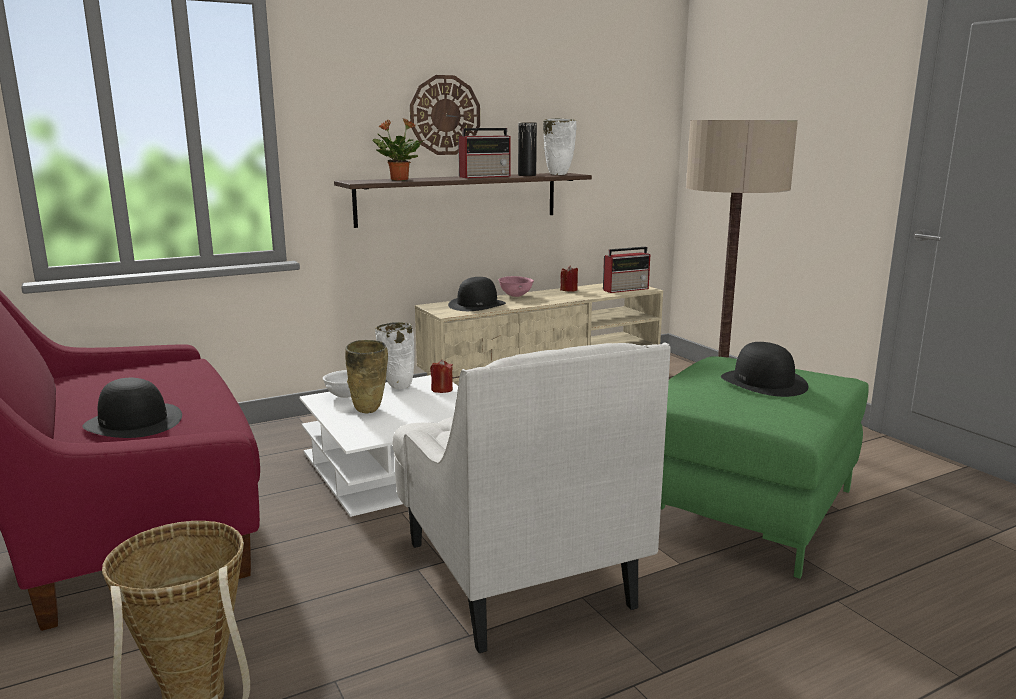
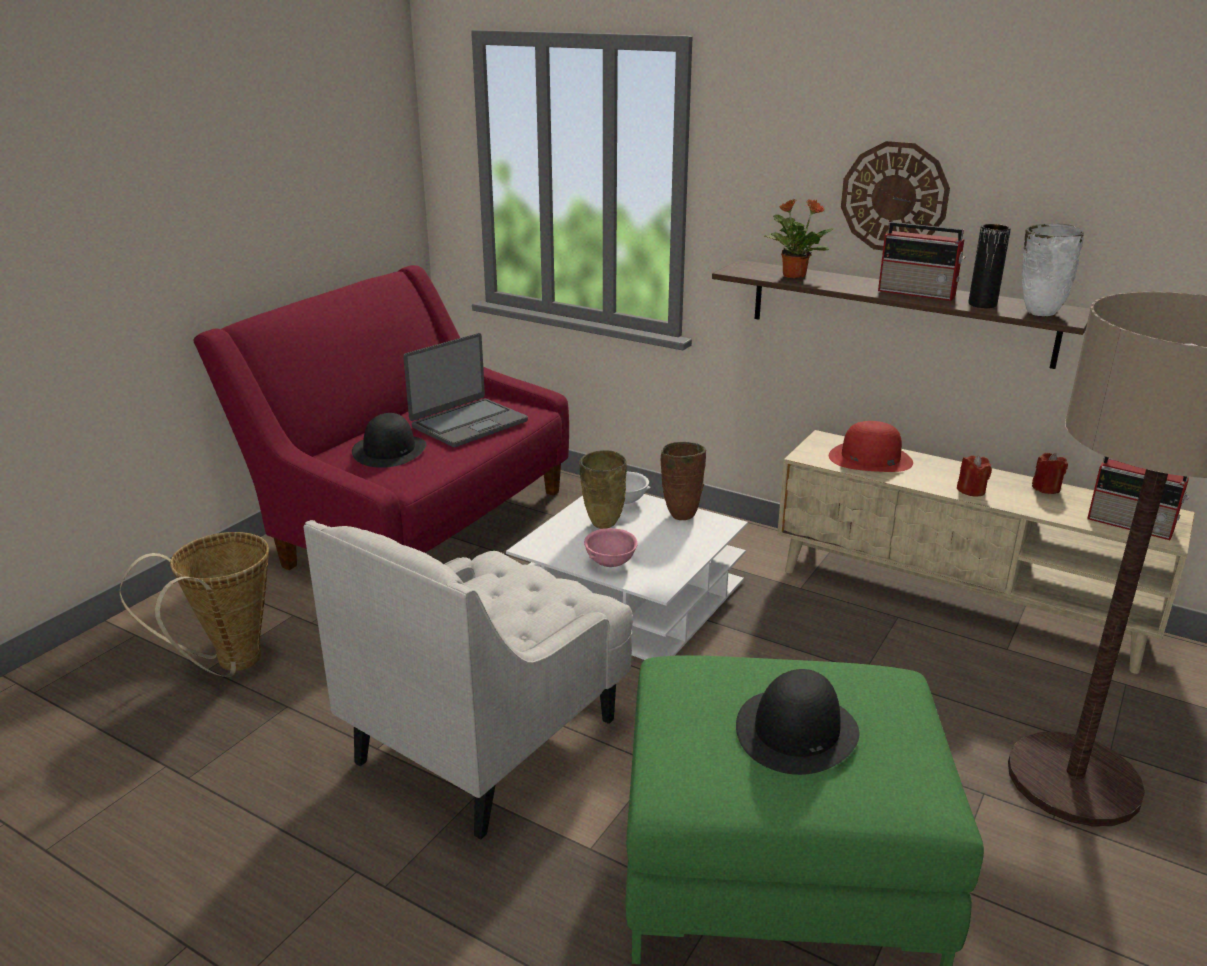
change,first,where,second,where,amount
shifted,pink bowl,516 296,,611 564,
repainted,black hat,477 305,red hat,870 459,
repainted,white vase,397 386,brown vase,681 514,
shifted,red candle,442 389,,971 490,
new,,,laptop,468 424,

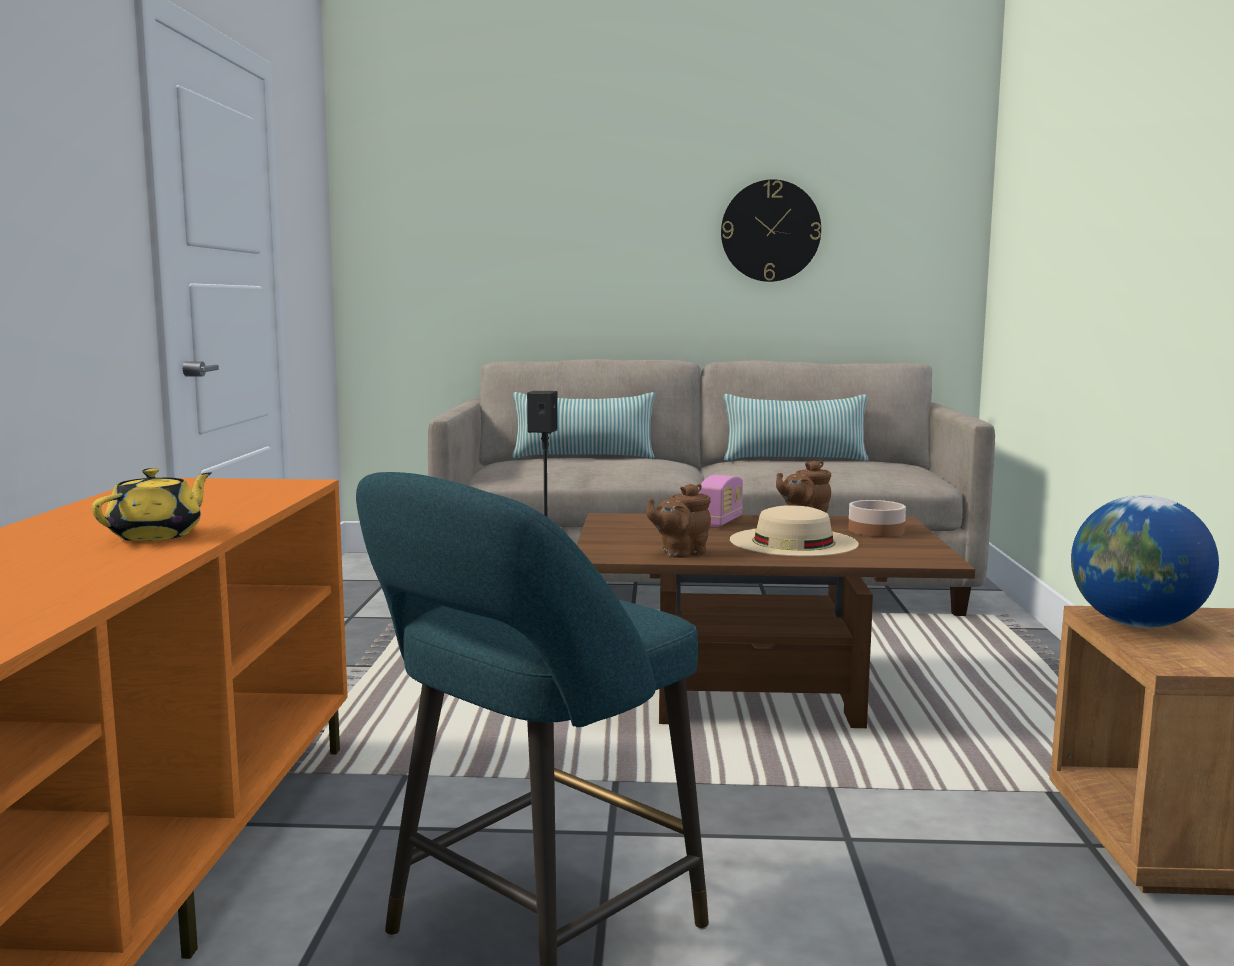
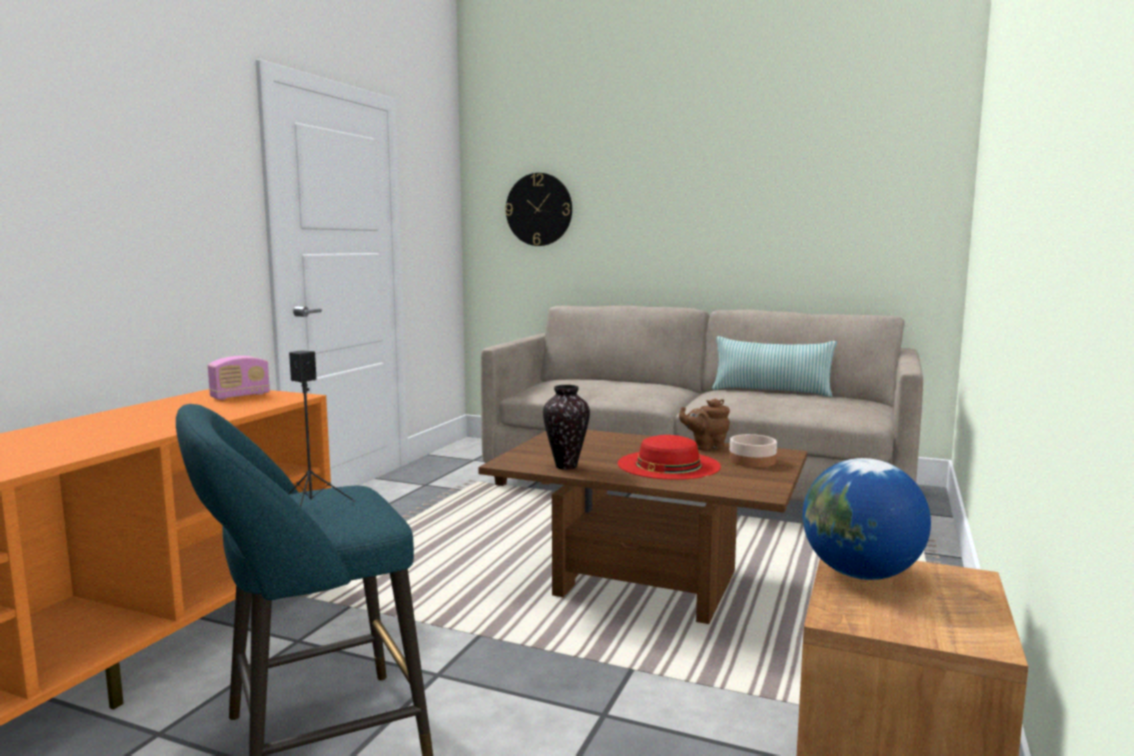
change,first,where,second,where,amount
shifted,wall clock,770 231,,539 209,
gone,pillow,583 457,,,
gone,yellow teapot,157 535,,,
shifted,radio,720 522,,240 396,
swapped,brown teapot,680 553,vase,567 466,
repainted,beige hat,793 542,red hat,668 465,

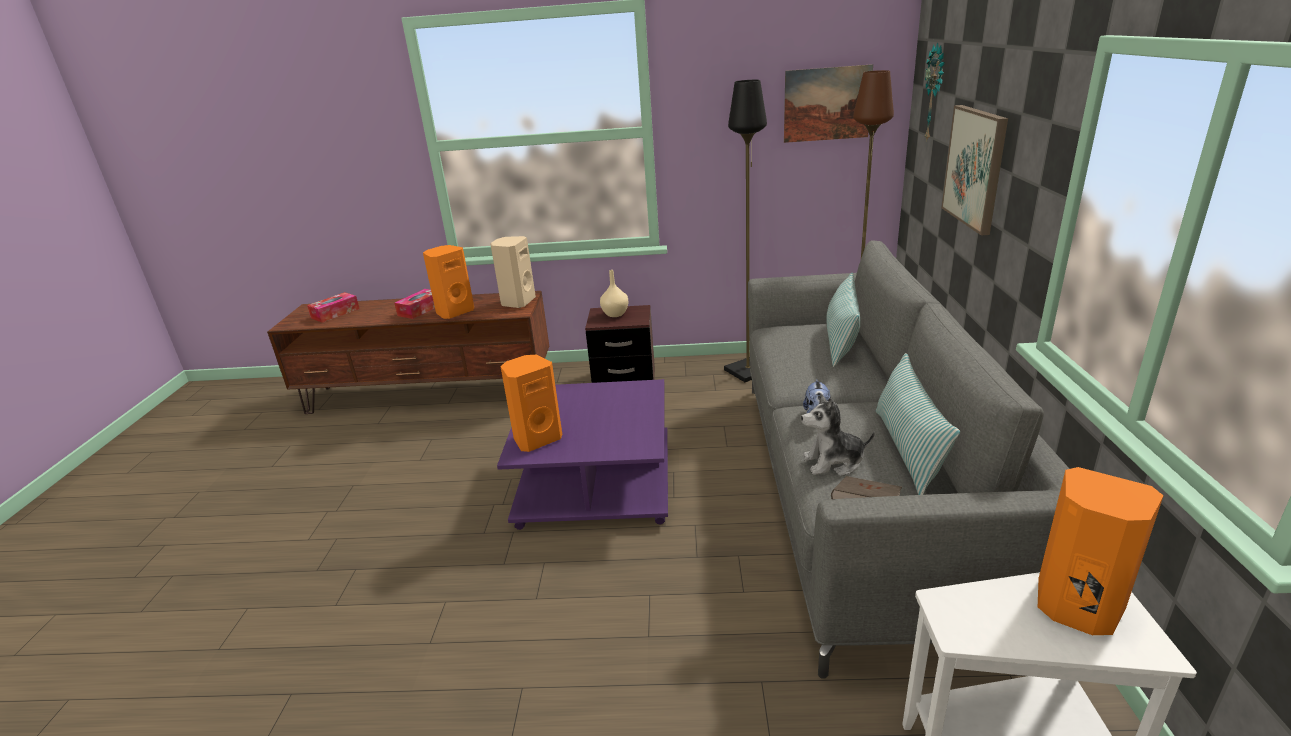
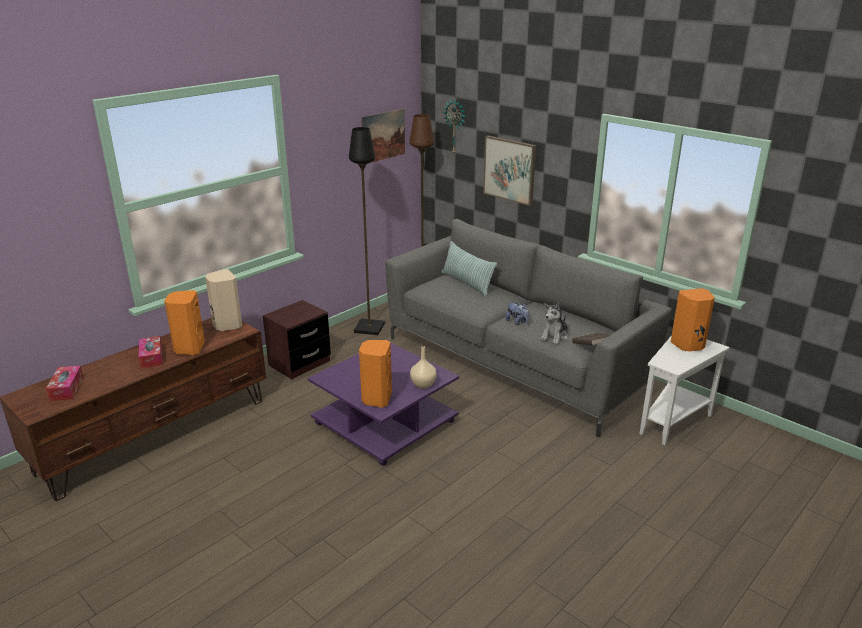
change,first,where,second,where,amount
shifted,beige vase,615 314,,423 384,
gone,pillow,908 450,,,

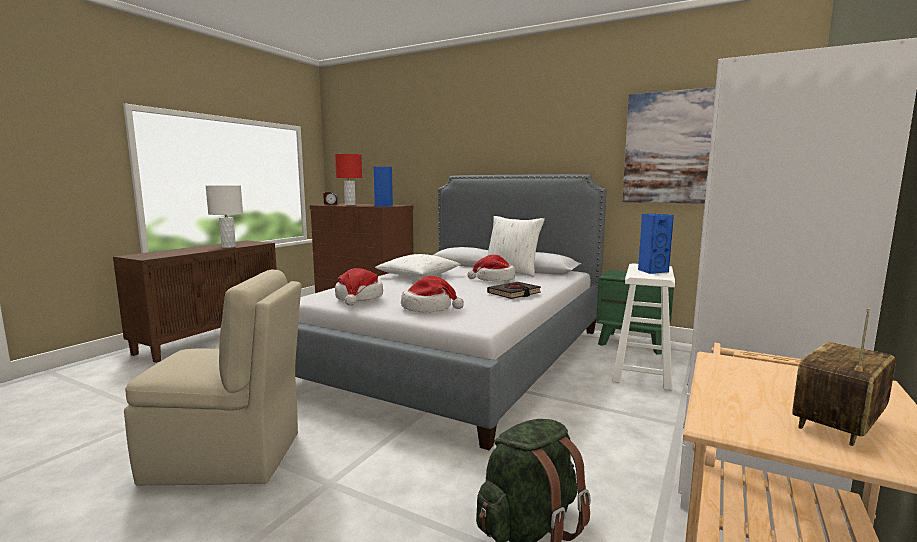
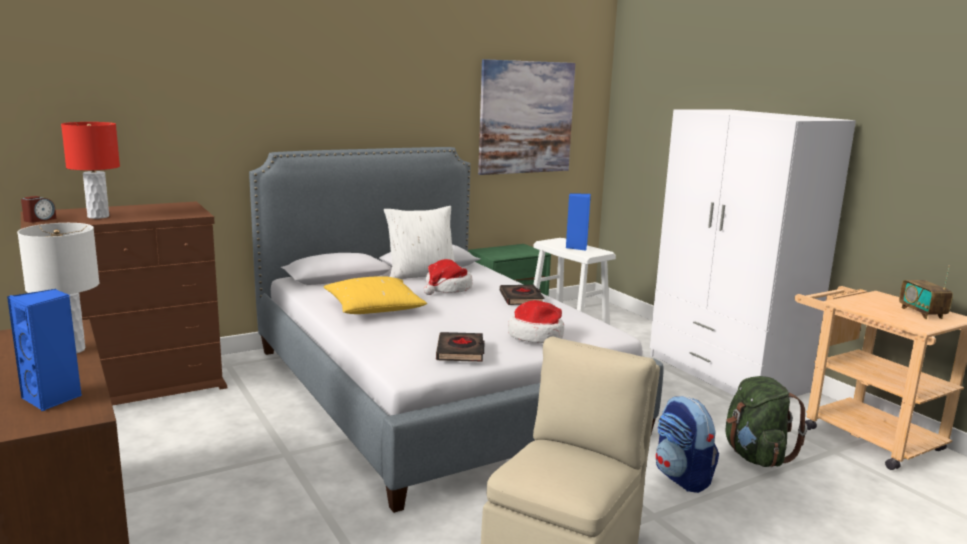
change,first,where,second,where,amount
shifted,blue speaker,384 206,,53 398,
repainted,white pillow,418 276,yellow pillow,374 308,
swapped,hat,359 298,black book,460 351,
new,,,backpack,682 477,

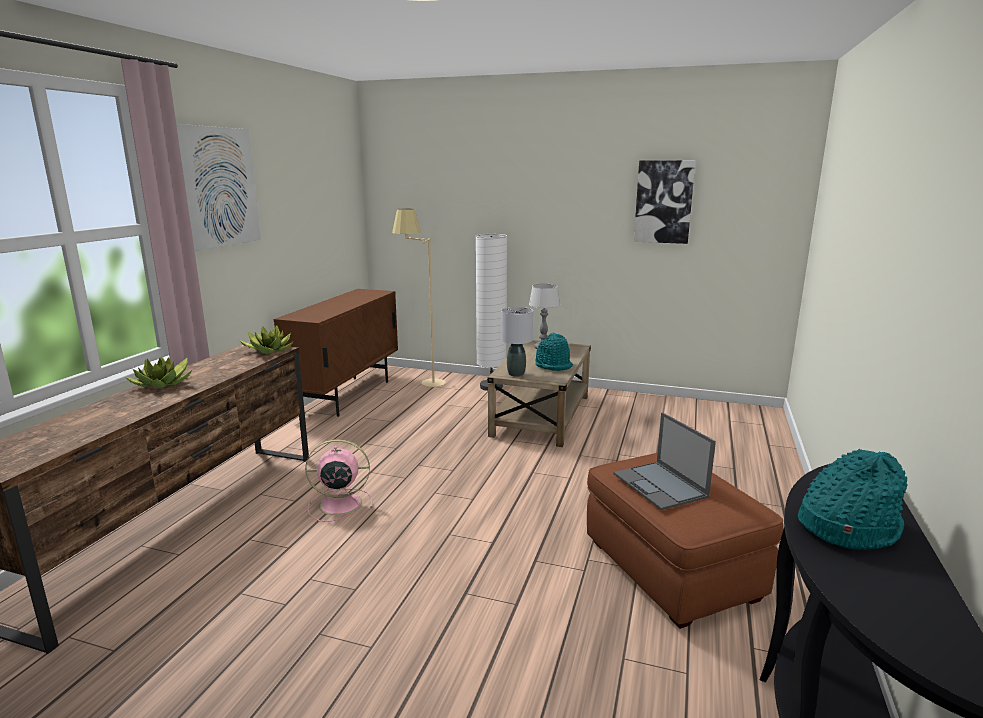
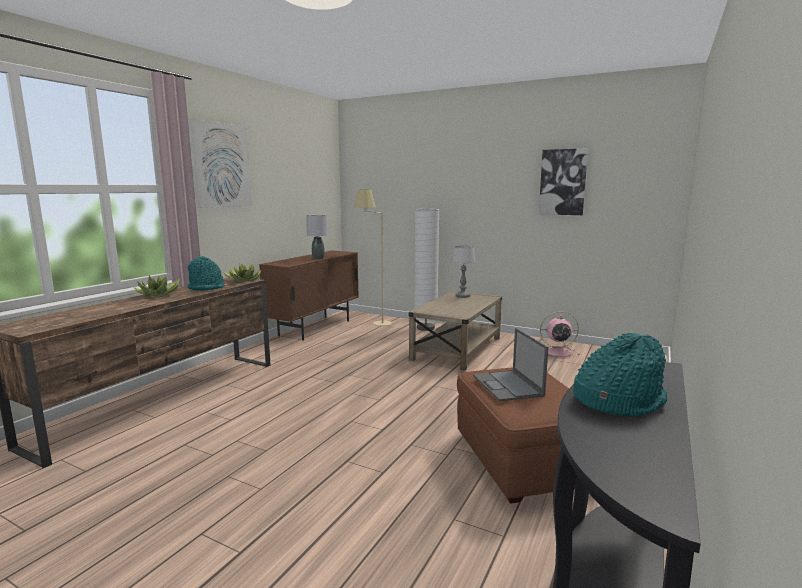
change,first,where,second,where,amount
shifted,grey table lamp,516 374,,318 258,
shifted,turquoise hat,553 365,,207 287,
shifted,pink fan,338 504,,556 352,

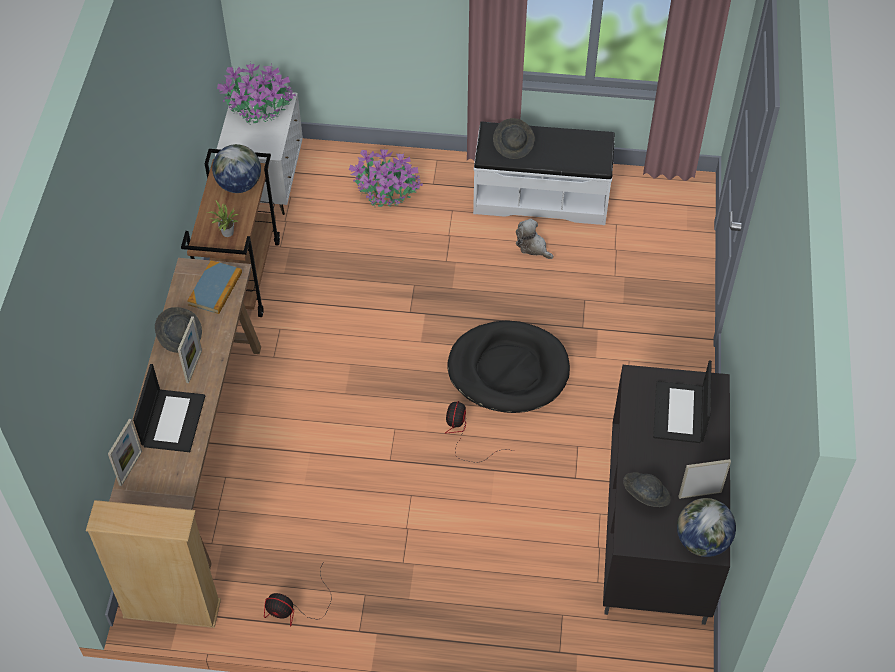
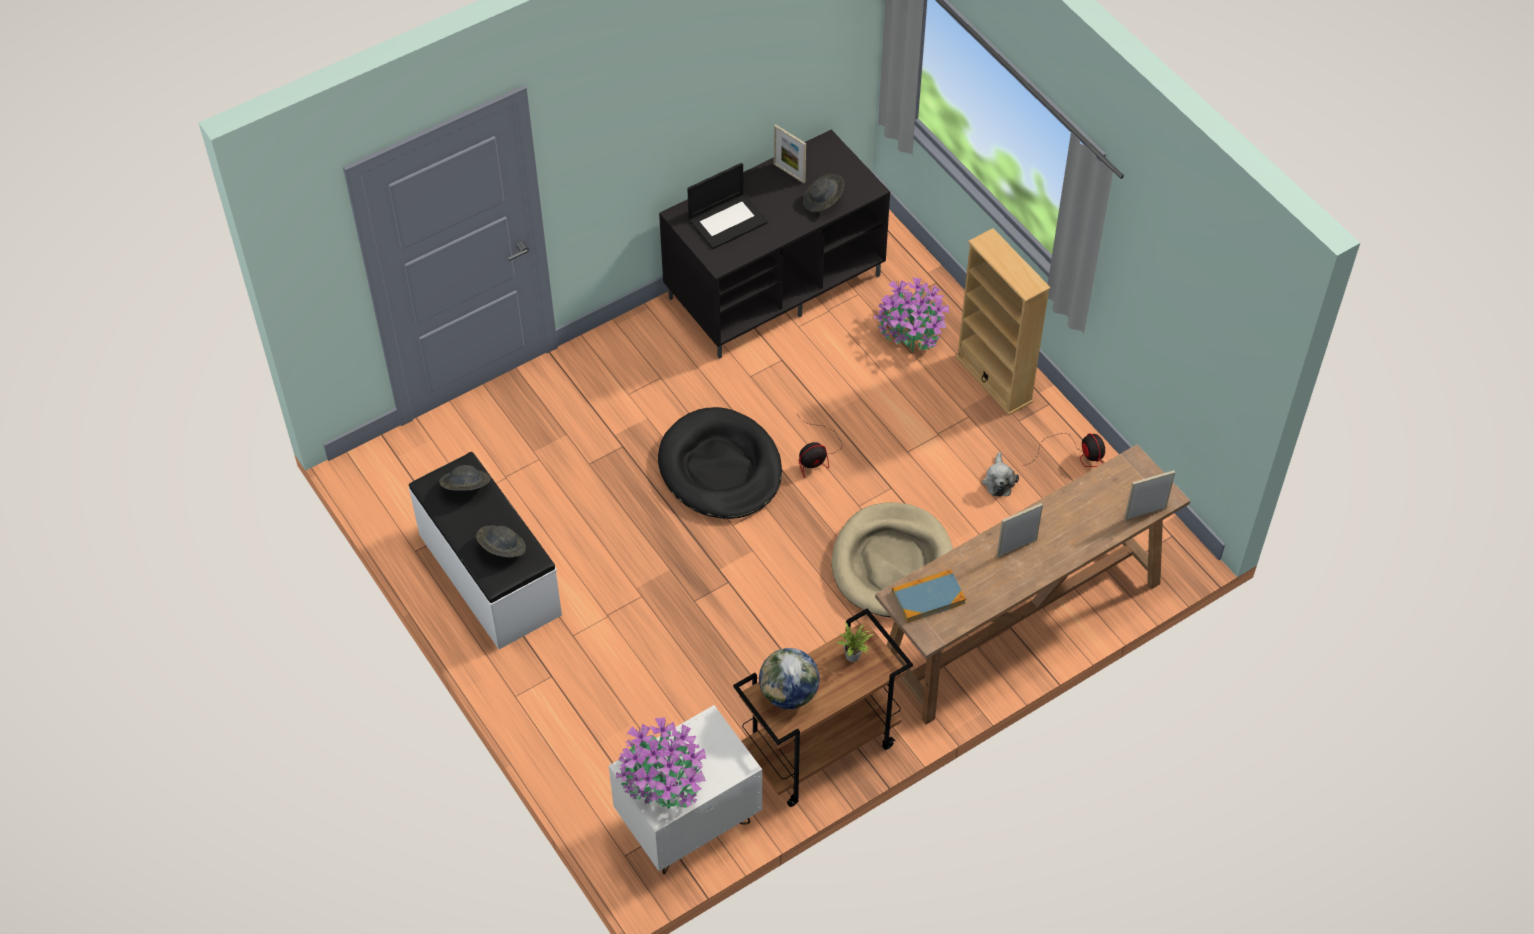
change,first,where,second,where,amount
shifted,potted plant,387 192,,911 331,
shifted,plush toy,533 246,,999 480,
shifted,grey hat,180 336,,465 487,
gone,laptop,173 420,,,
gone,globe,701 541,,,
shifted,beige bookcase,172 609,,993 379,
new,,,beige dog bed,892 564,

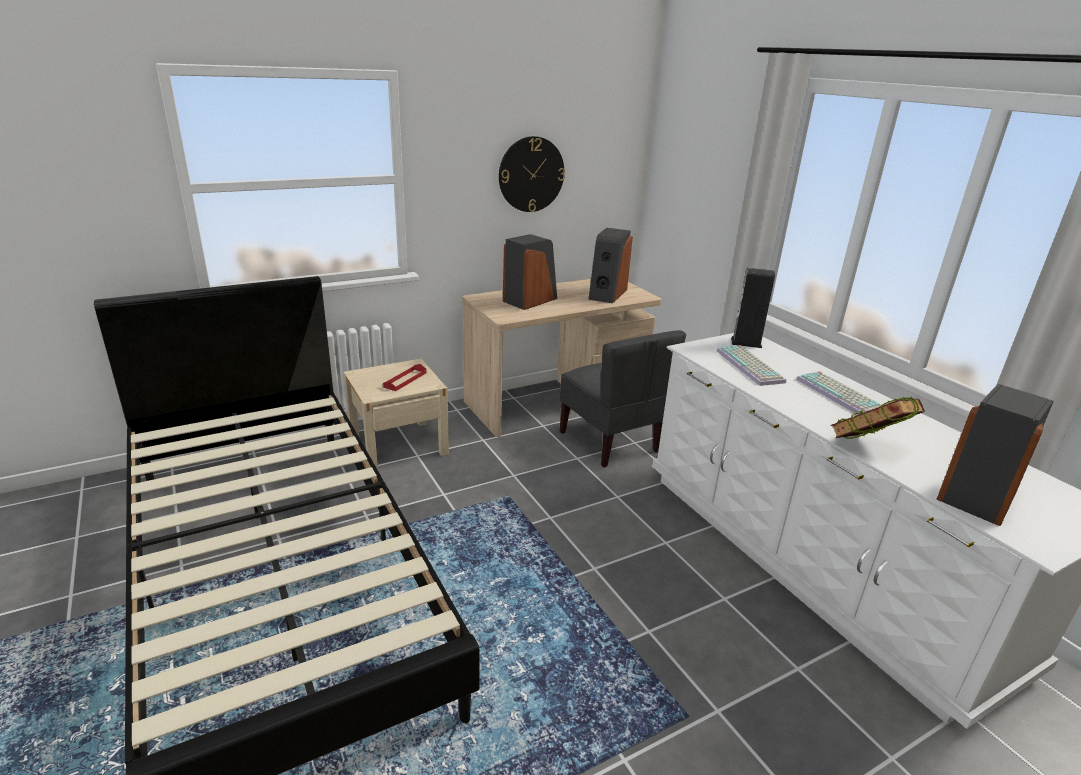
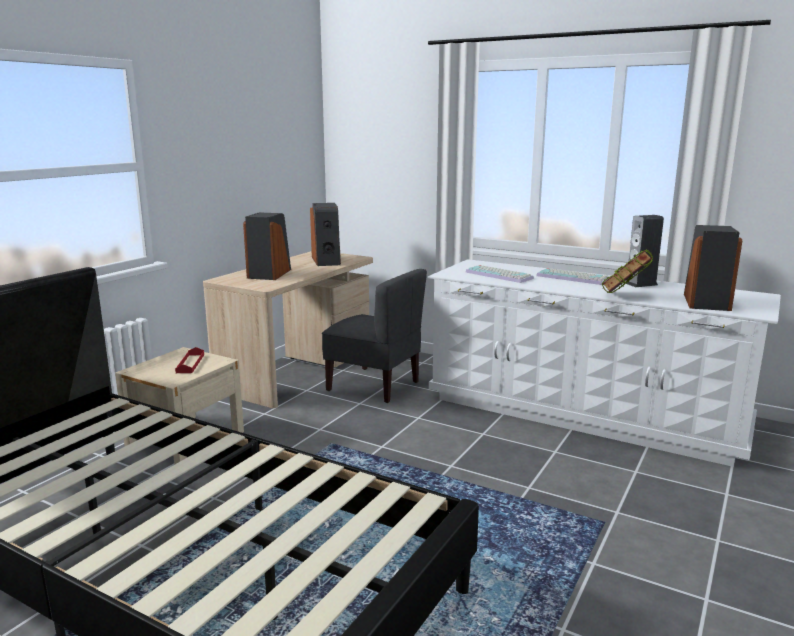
change,first,where,second,where,amount
gone,wall clock,531 174,,,
shifted,speaker,746 342,,641 284,

